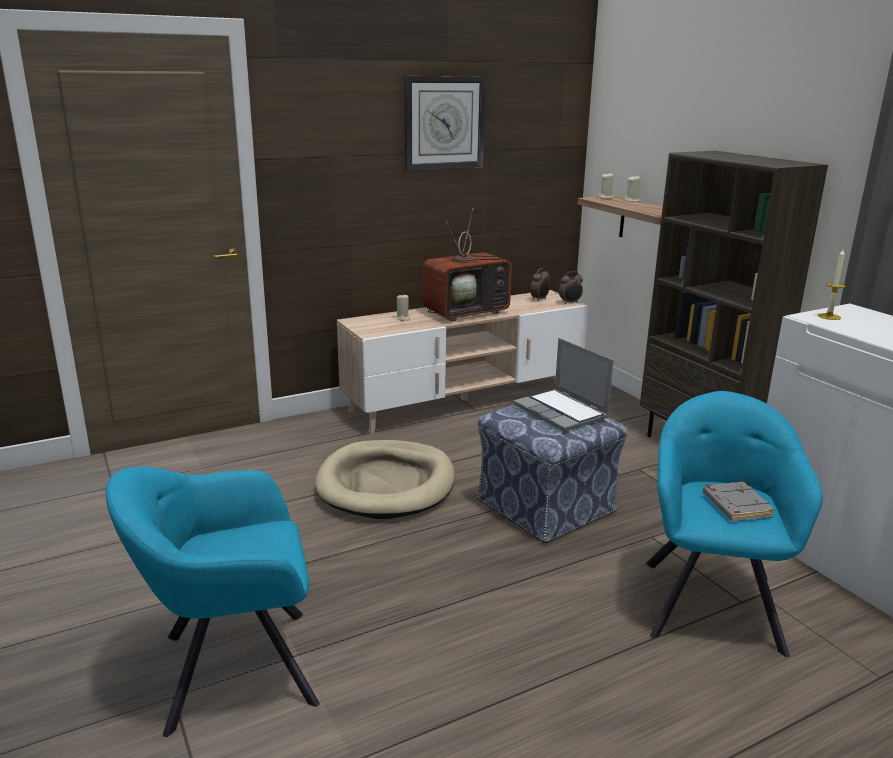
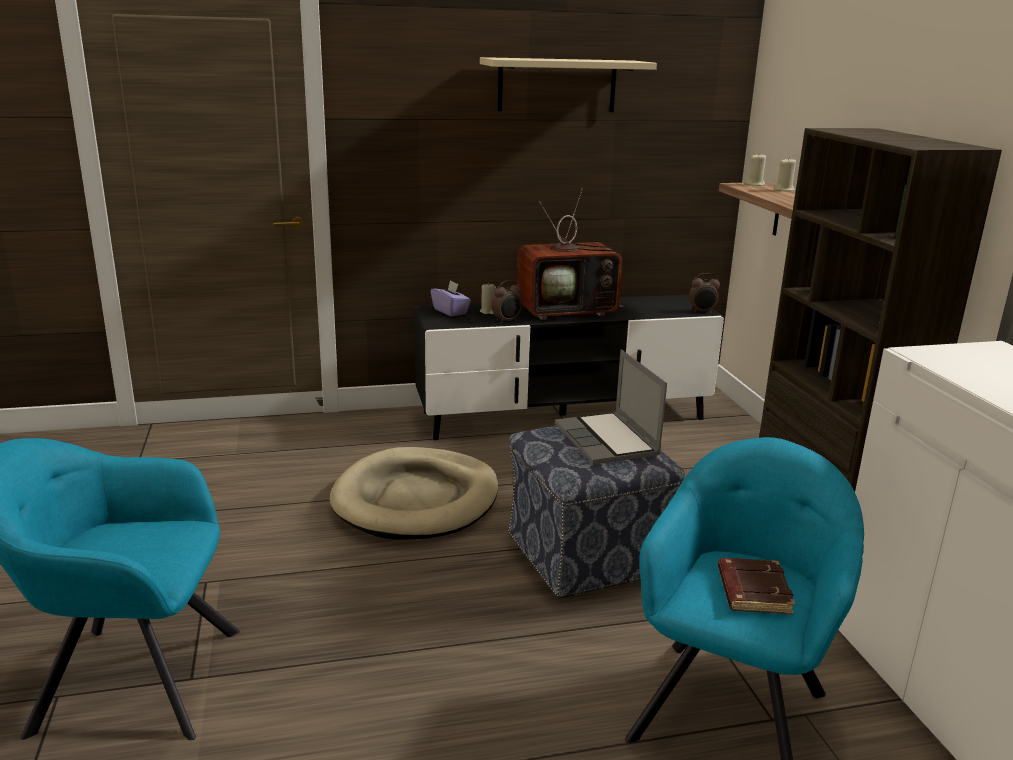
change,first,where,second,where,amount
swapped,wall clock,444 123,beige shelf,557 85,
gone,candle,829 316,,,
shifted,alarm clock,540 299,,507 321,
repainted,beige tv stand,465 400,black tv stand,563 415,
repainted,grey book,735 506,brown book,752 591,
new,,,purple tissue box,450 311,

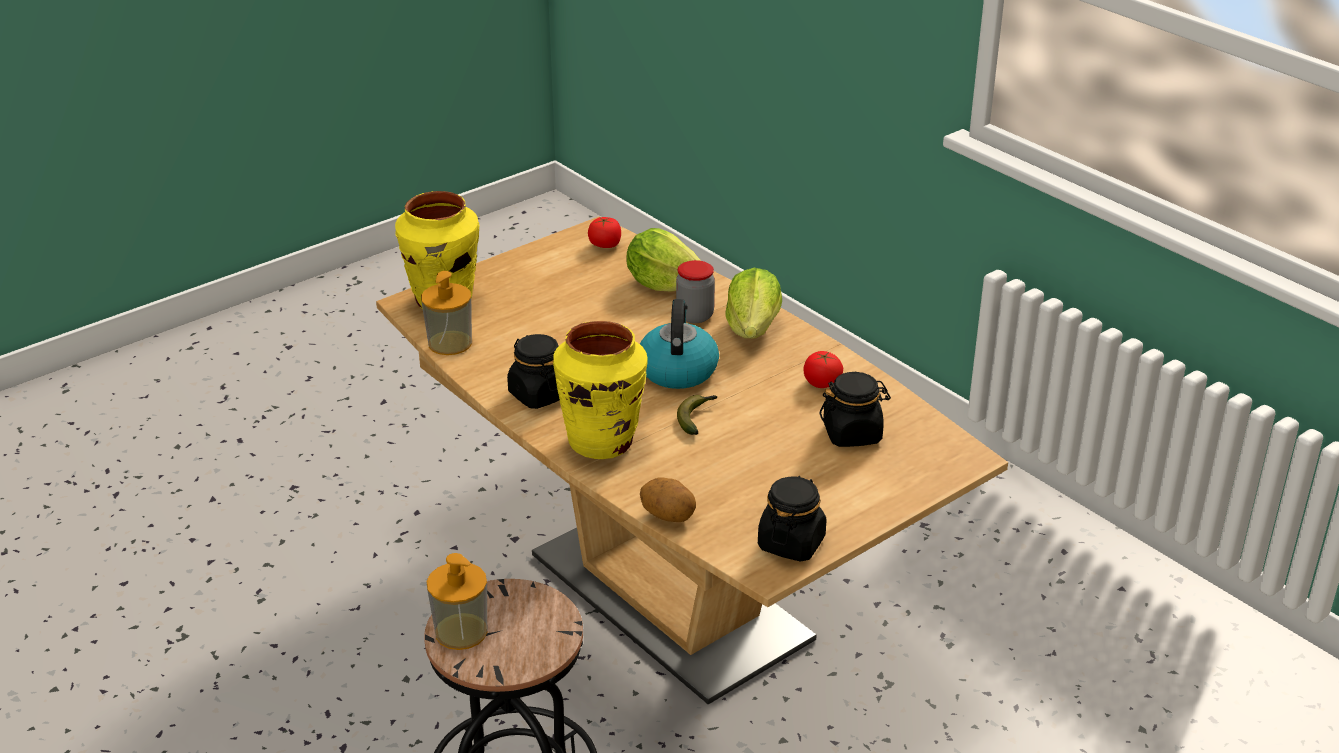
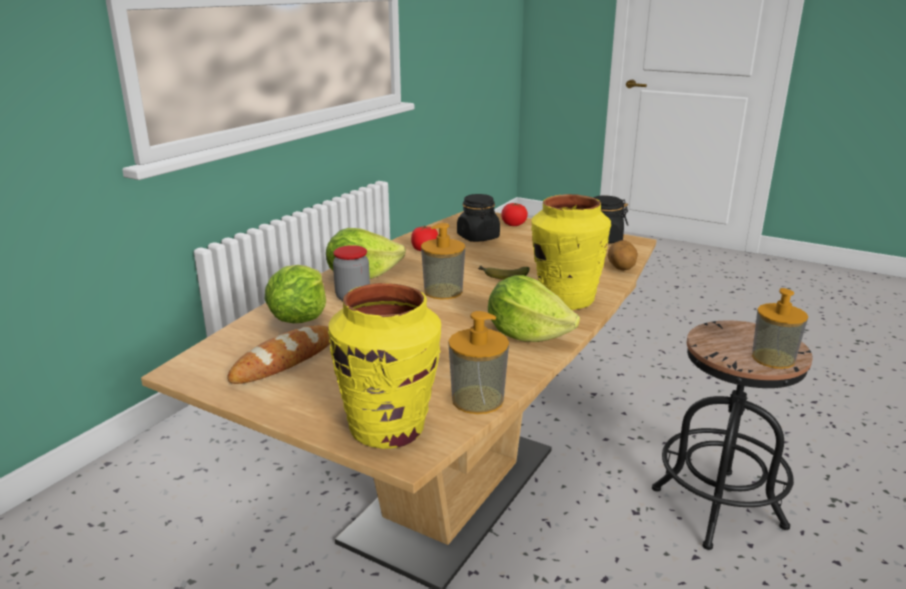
change,first,where,second,where,amount
shifted,tomato,605 245,,514 224,
swapped,kettle,677 370,soap dispenser,443 291,
swapped,black jar,539 394,lettuce,527 335,
new,,,bread,285 360,

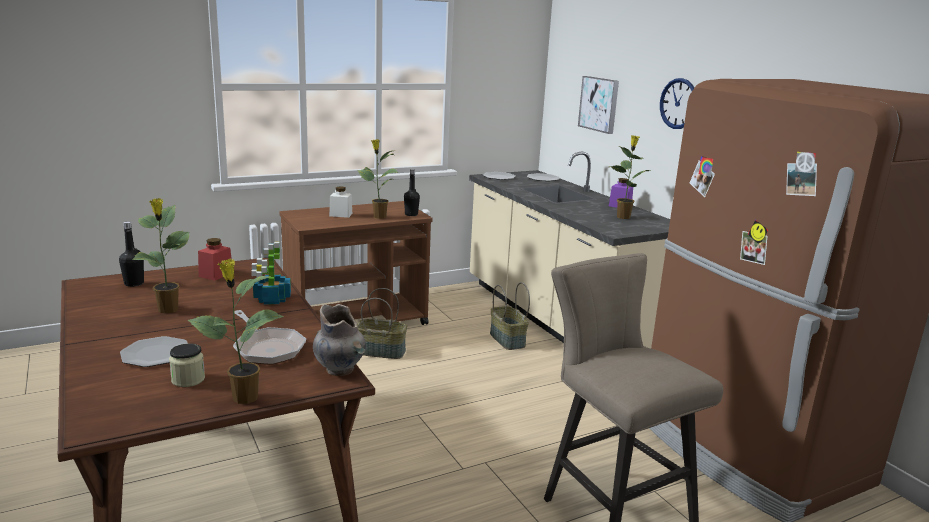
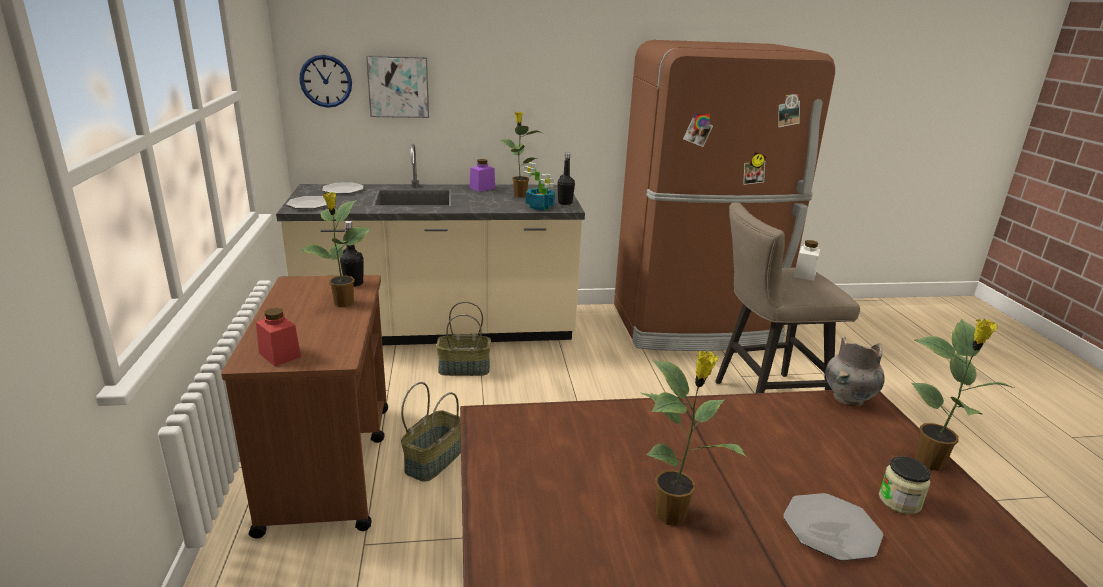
change,first,where,second,where,amount
shifted,wall clock,678 103,,326 81,
shifted,white jar,340 214,,804 274,
shifted,black bottle,134 283,,565 203,
shifted,red jar,216 274,,280 355,
shifted,potted plant,272 299,,540 207,
gone,frying pan,267 348,,,

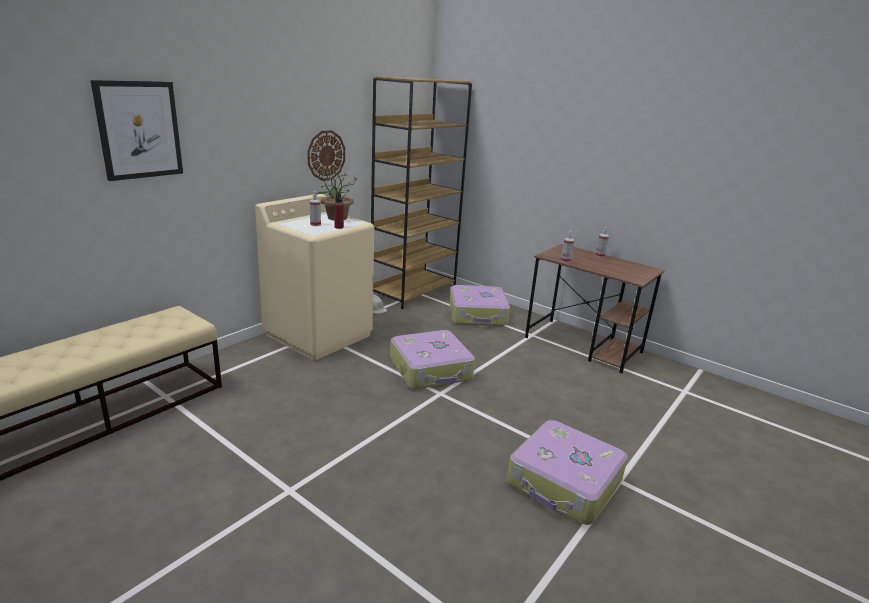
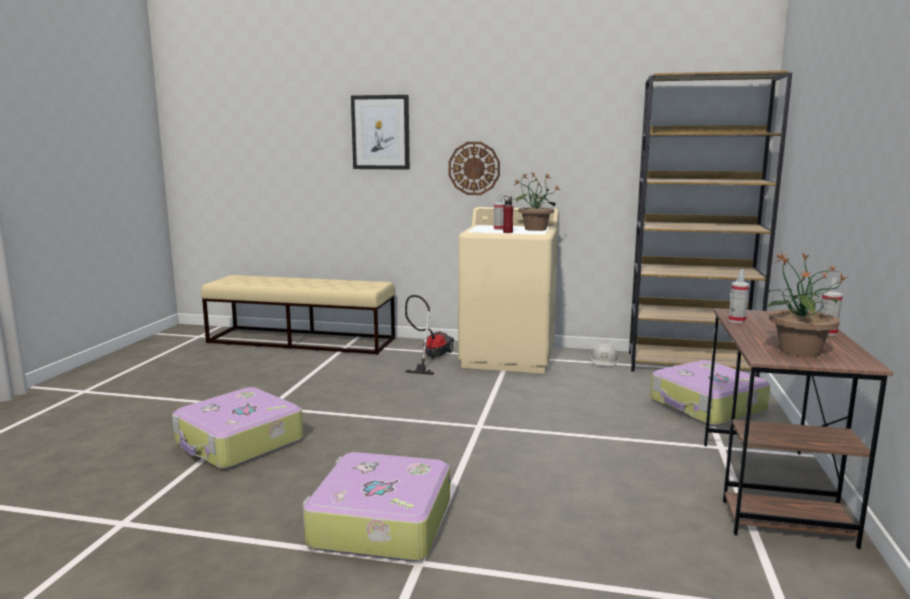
change,first,where,second,where,amount
shifted,wall clock,326 155,,474 168,
shifted,suitcase,431 369,,239 443,
new,,,potted plant,798 351,
new,,,vacuum cleaner,430 358,

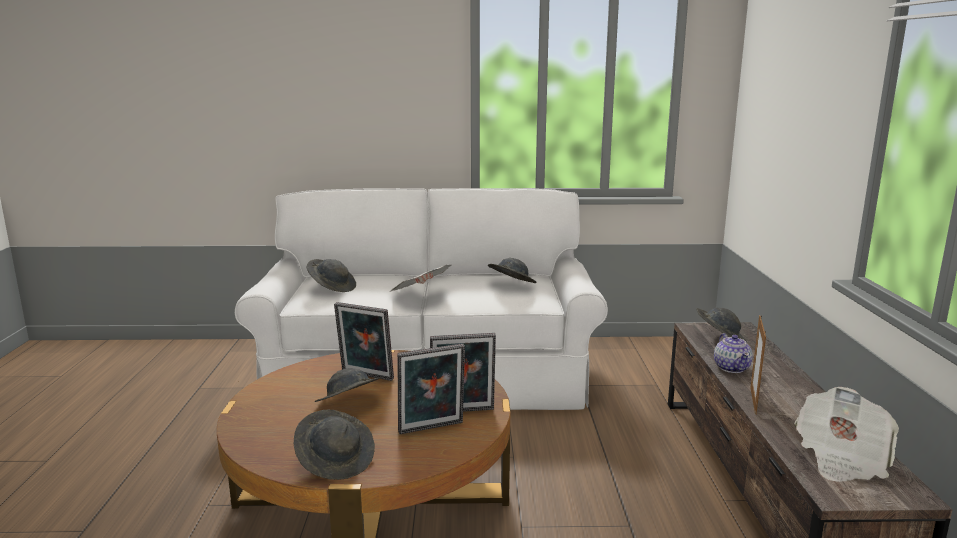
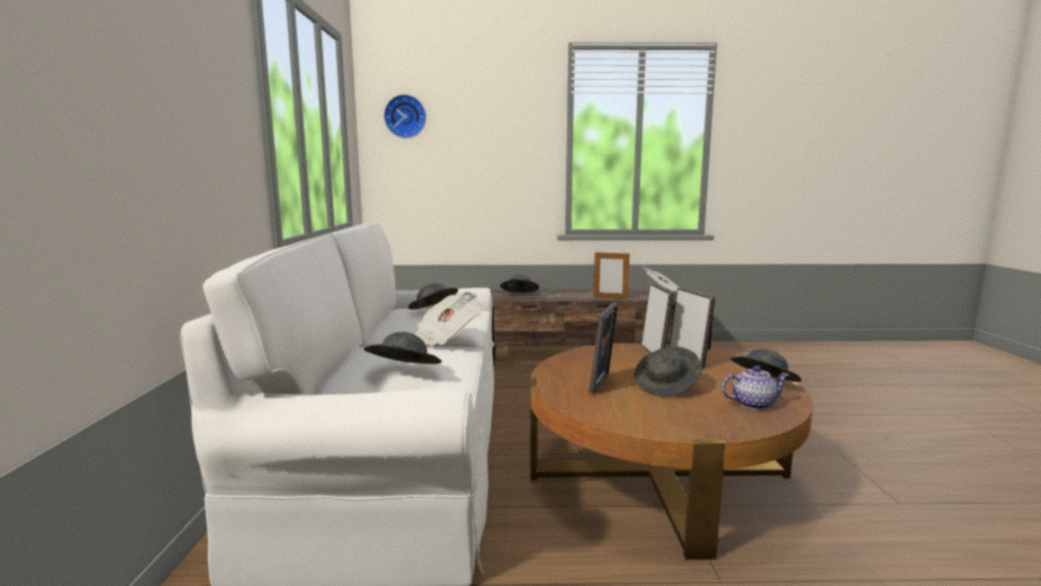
change,first,where,second,where,amount
shifted,teapot,731 367,,752 404,
new,,,wall clock,405 116,

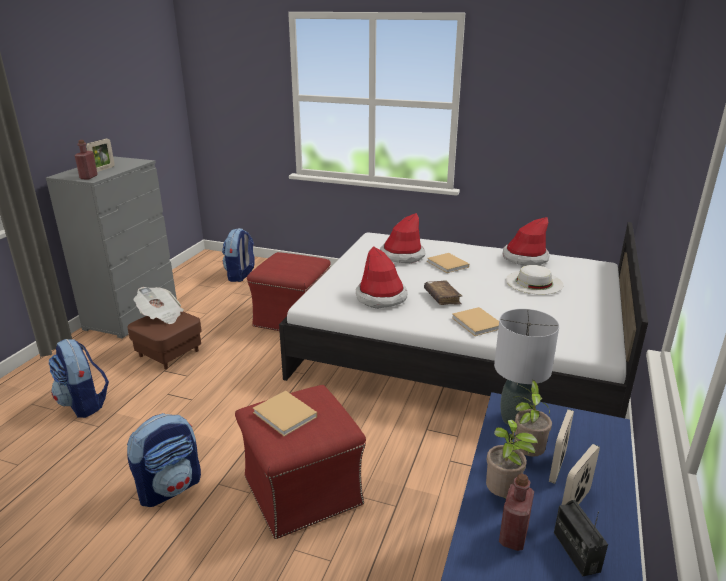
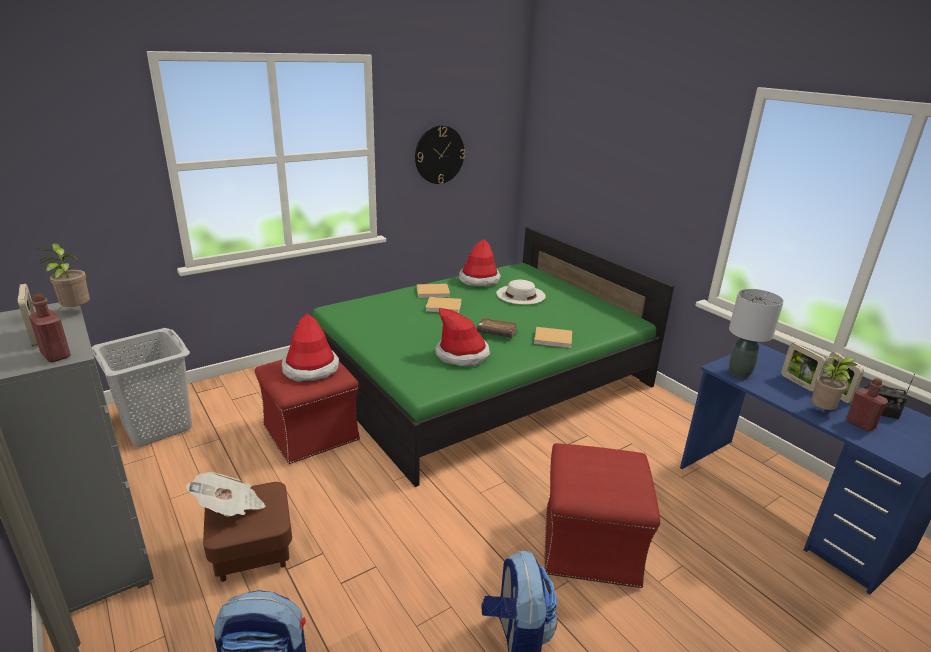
change,first,where,second,where,amount
shifted,hat,402 255,,311 368,
repainted,white bed,461 348,green bed,481 377,
swapped,backpack,241 275,grey laundry basket,158 426,
shifted,potted plant,525 455,,75 311,
shifted,beige book,286 415,,434 292,
new,,,wall clock,439 155,

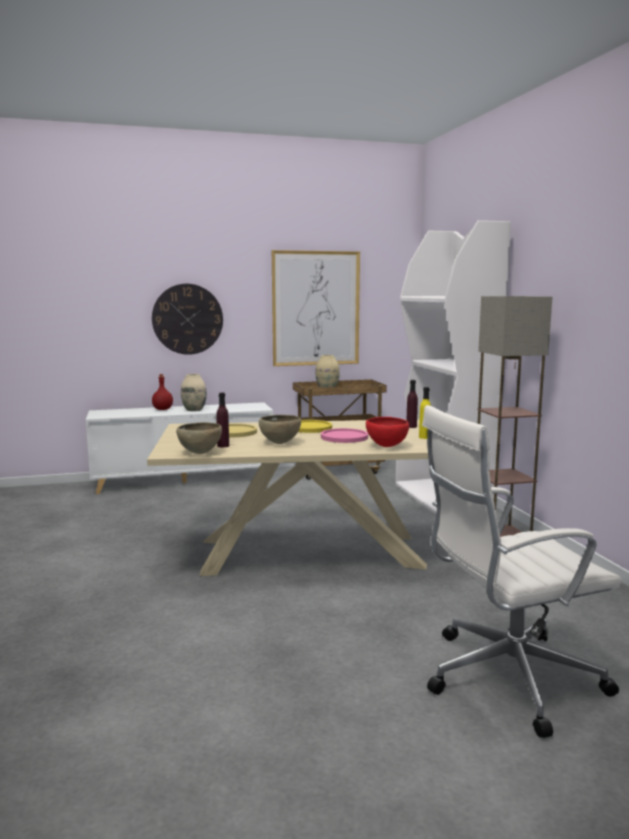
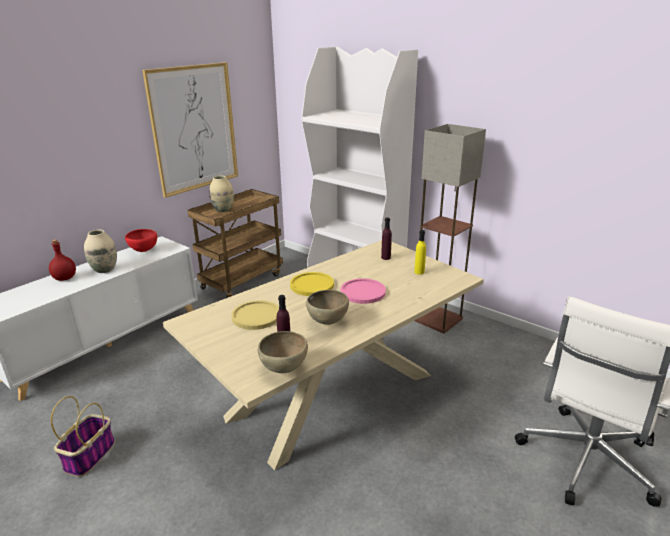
change,first,where,second,where,amount
gone,wall clock,187 319,,,
shifted,red bowl,386 446,,143 251,
new,,,basket,90 455,

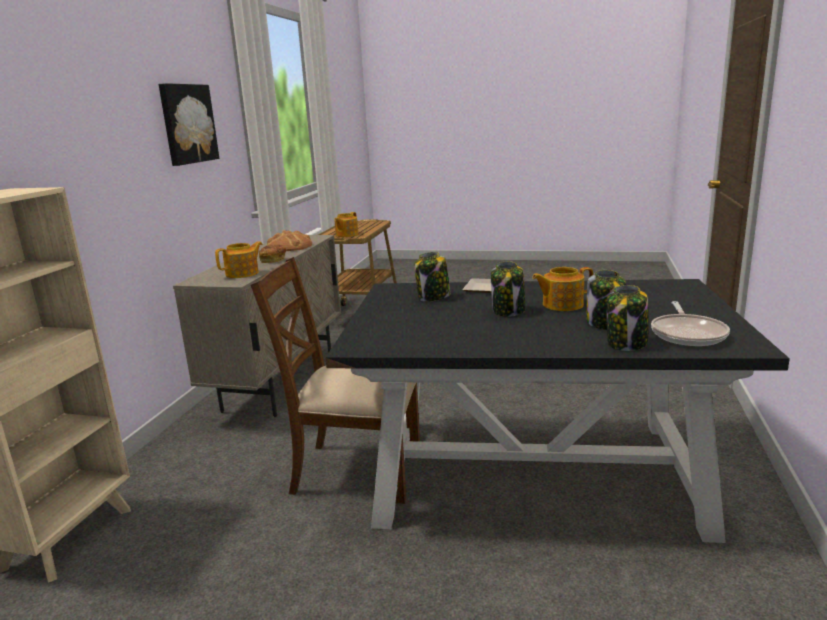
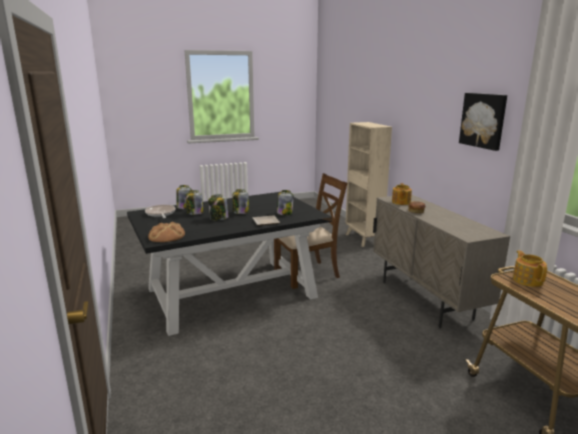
change,first,where,second,where,amount
shifted,bread,289 246,,167 236,
swapped,teapot,561 305,jar,218 218,

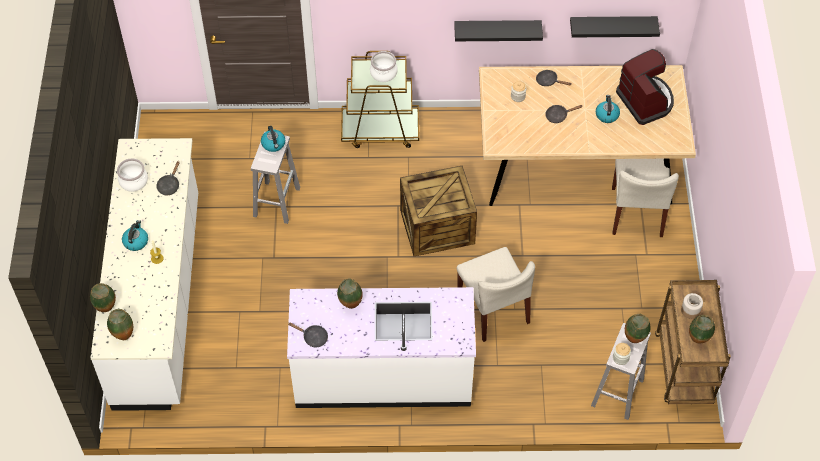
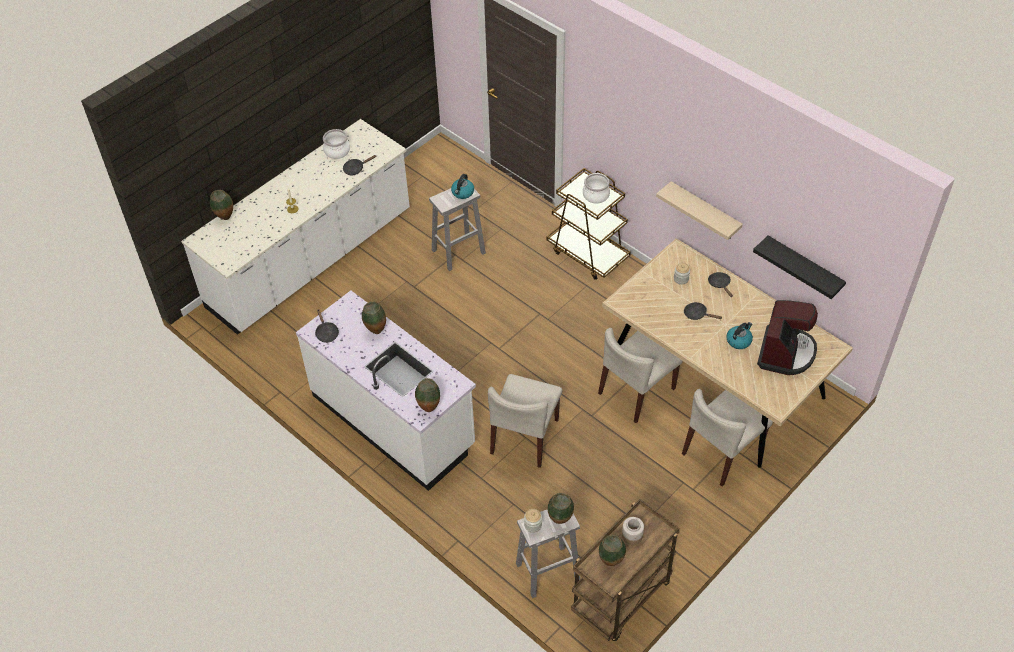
change,first,where,second,where,amount
repainted,black shelf,497 29,beige shelf,704 212,
gone,crate,437 226,,,
gone,kettle,136 241,,,
shifted,vase,123 336,,428 408,
new,,,beige chair,636 391,

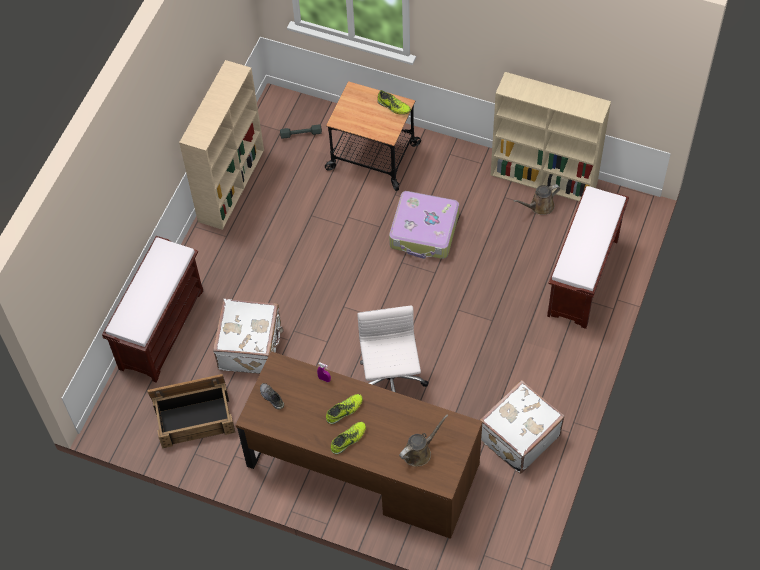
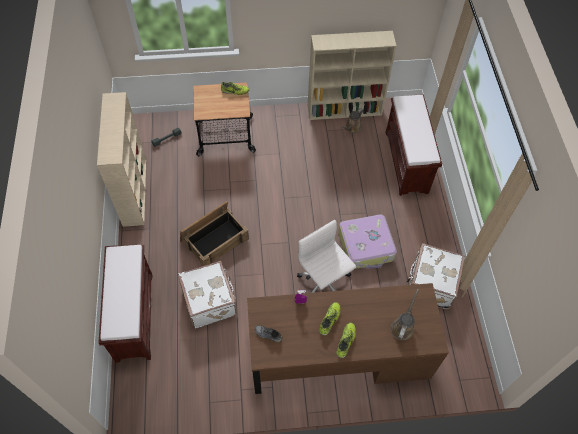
change,first,where,second,where,amount
shifted,suitcase,424 232,,366 246,
shifted,crate,194 415,,214 239,

